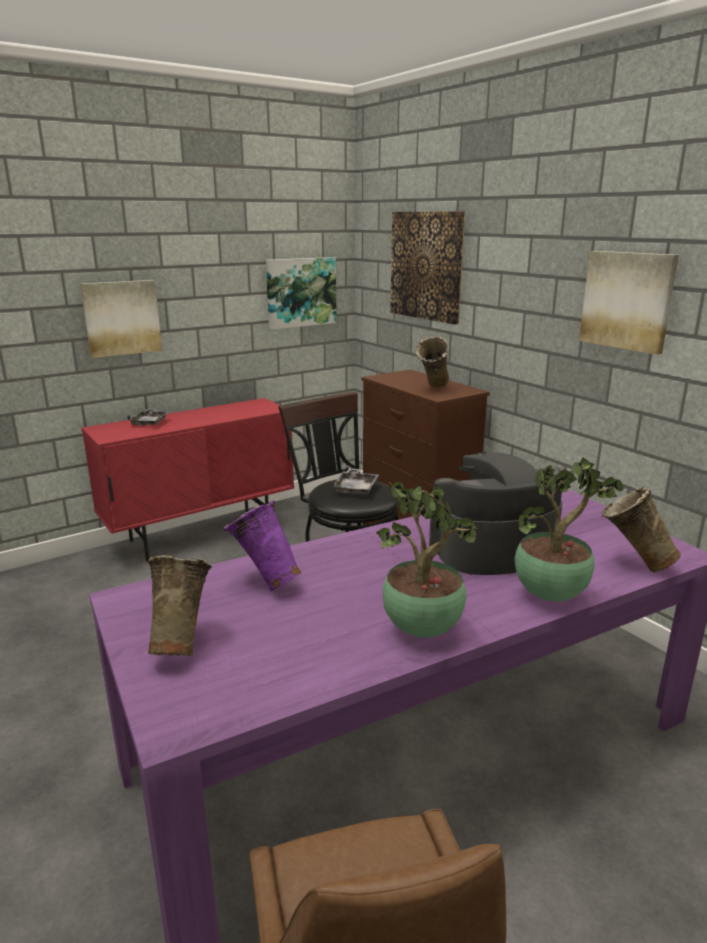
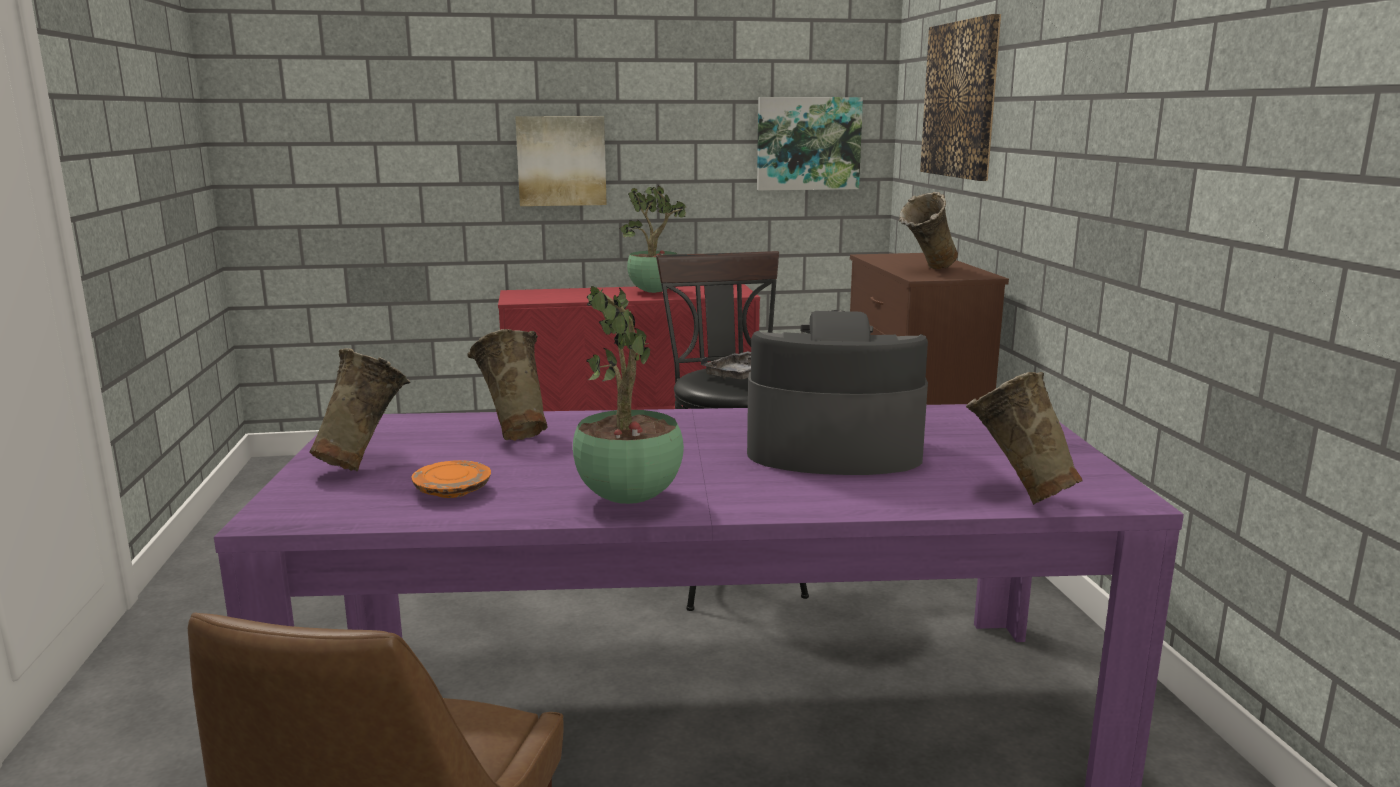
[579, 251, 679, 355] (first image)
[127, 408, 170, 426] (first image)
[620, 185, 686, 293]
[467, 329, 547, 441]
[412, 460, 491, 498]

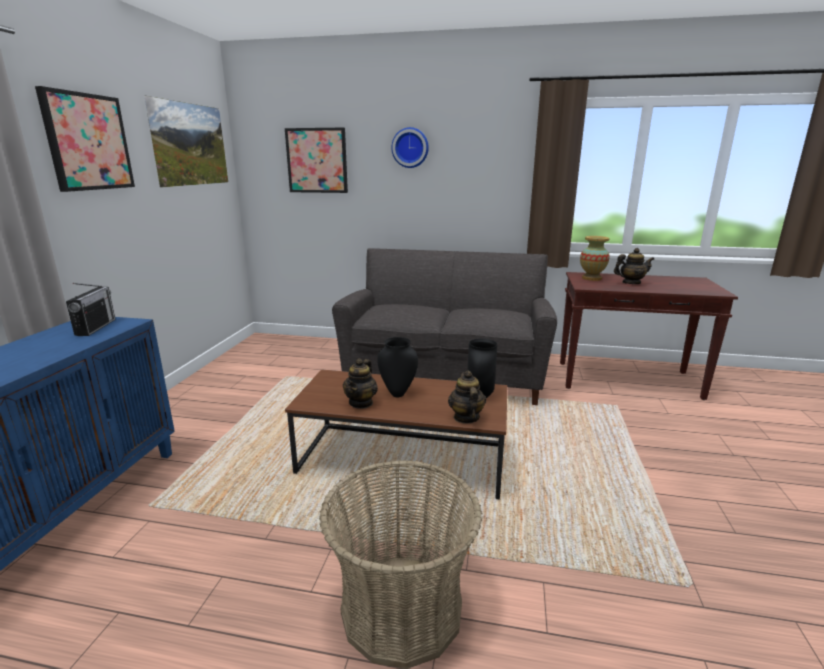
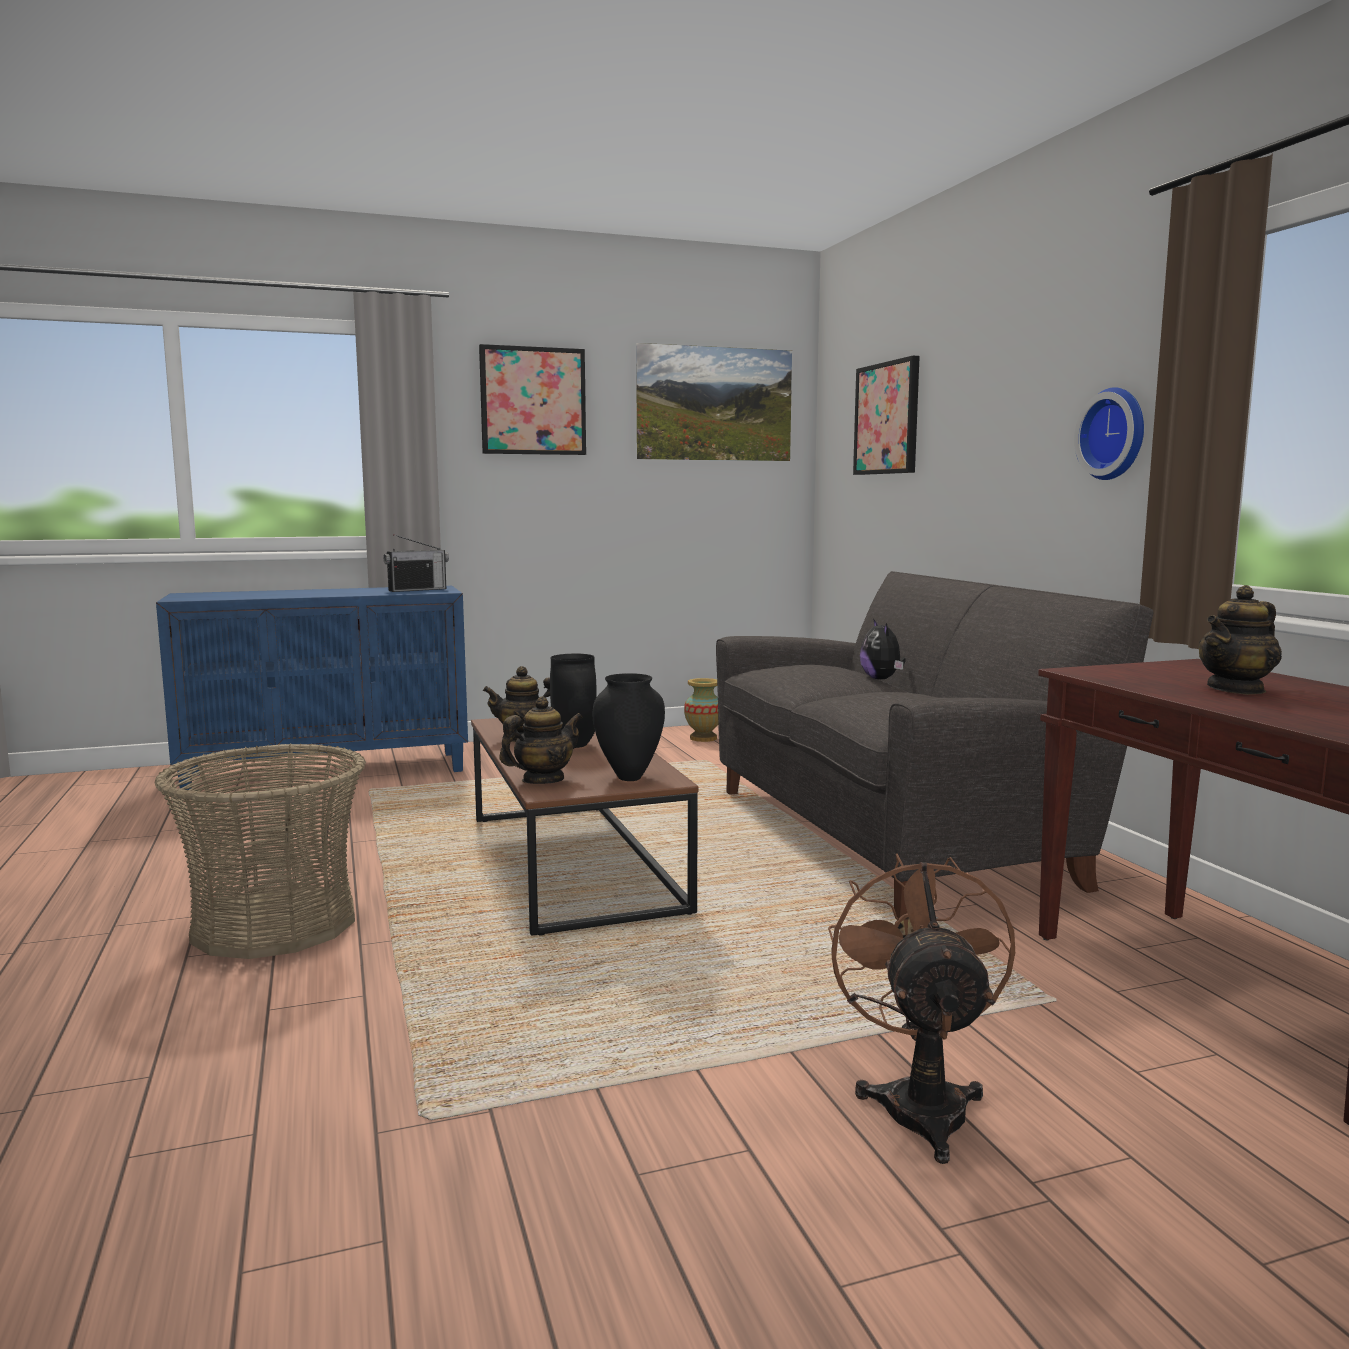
[1074, 387, 1144, 480]
[684, 678, 718, 742]
[1198, 585, 1282, 695]
[860, 620, 906, 679]
[828, 853, 1015, 1164]

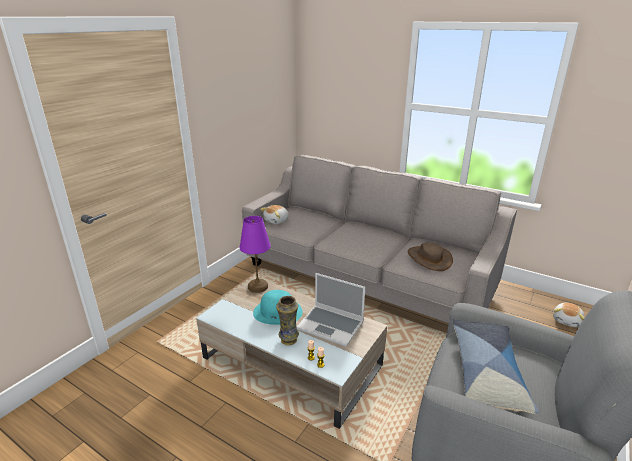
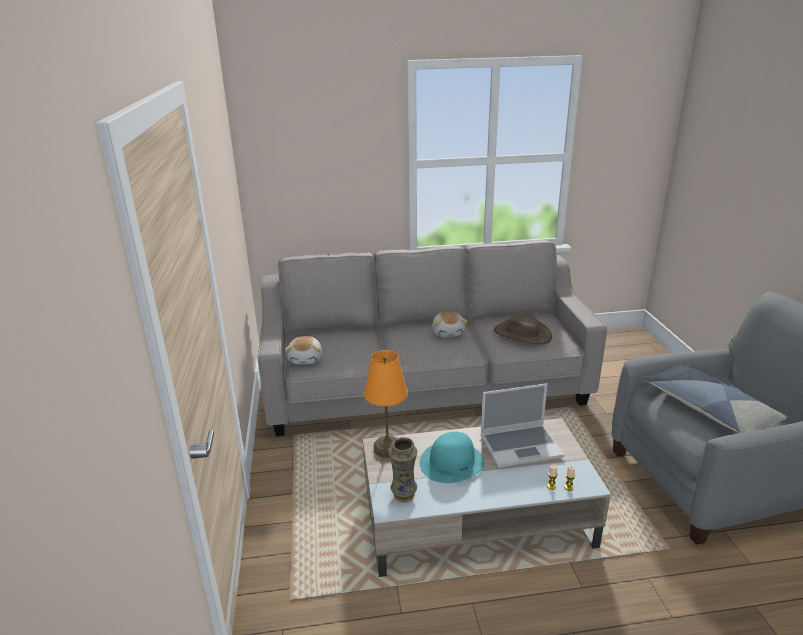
[364, 350, 408, 458]
[388, 437, 417, 502]
[432, 311, 467, 337]

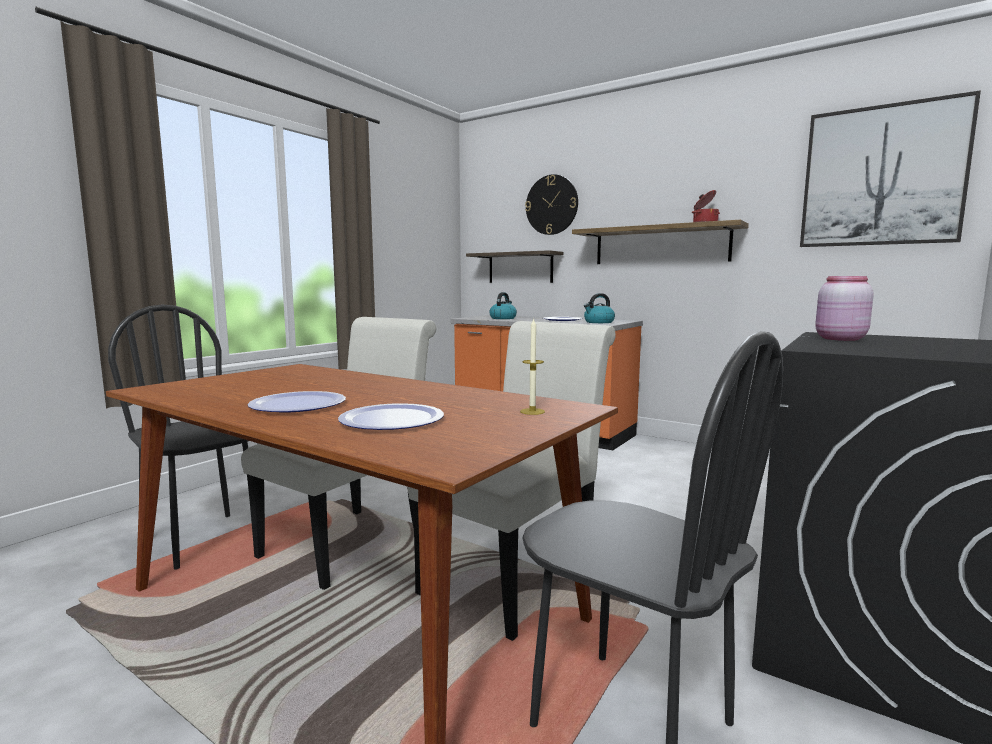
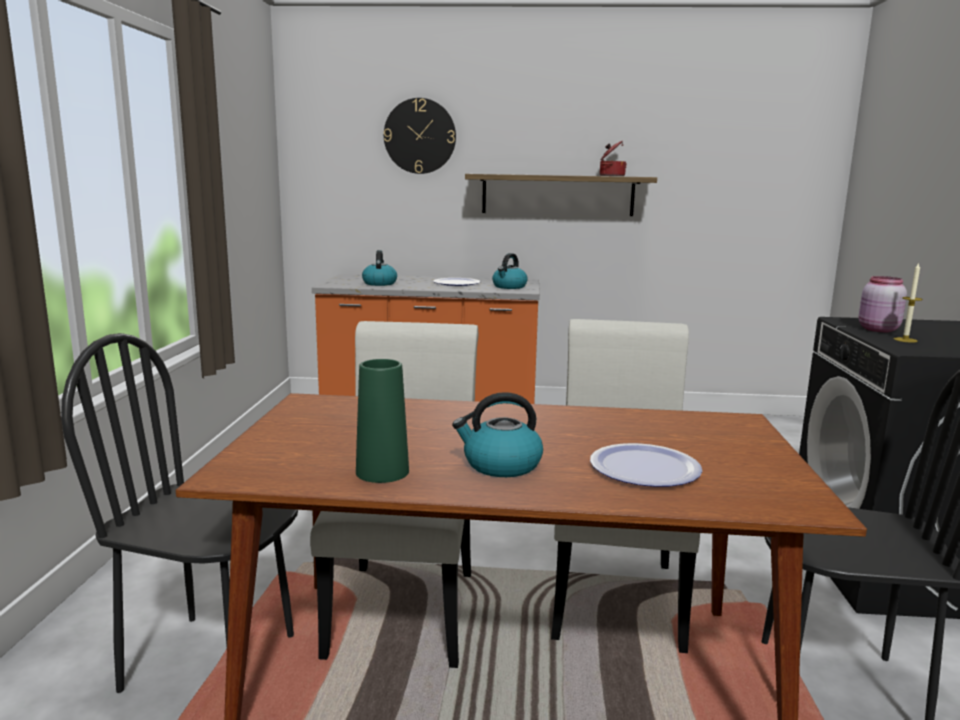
[800, 90, 981, 247] (first image)
[466, 250, 563, 283] (first image)
[894, 262, 923, 343]
[452, 392, 543, 477]
[356, 359, 409, 483]

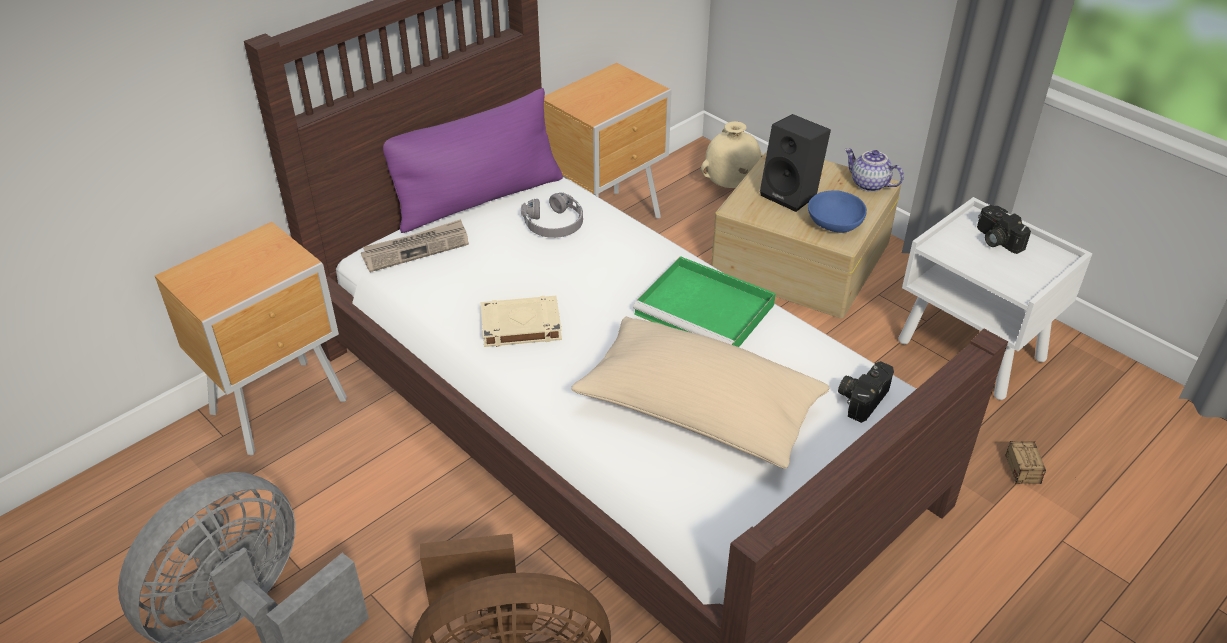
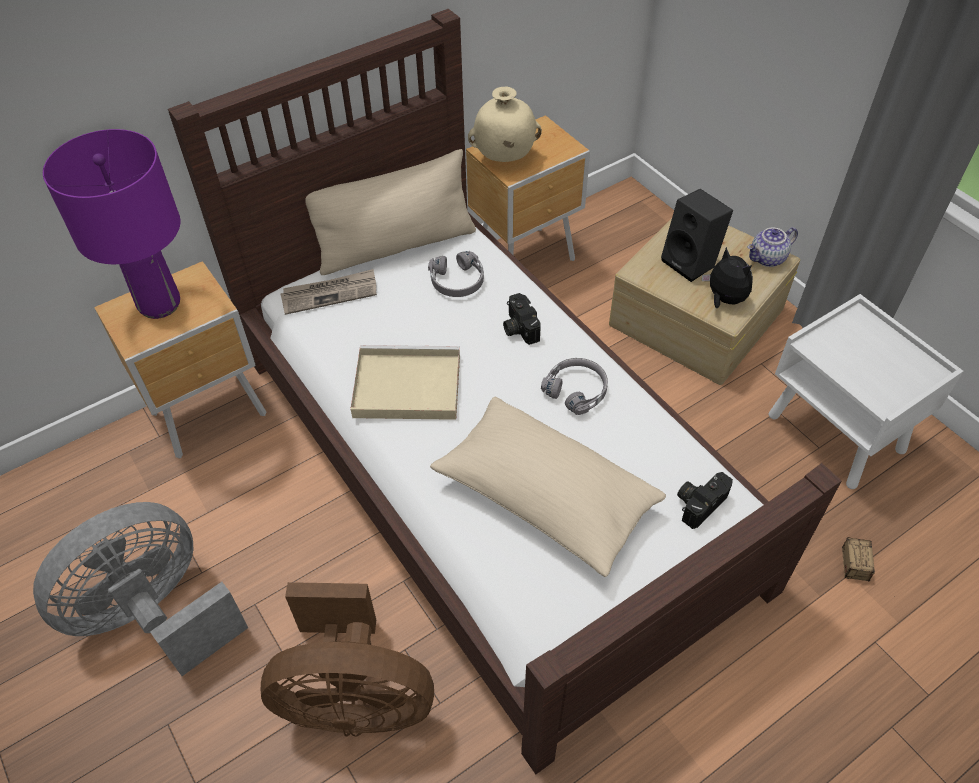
[305, 149, 476, 275]
[468, 87, 542, 162]
[747, 227, 798, 267]
[702, 247, 753, 308]
[503, 293, 541, 345]
[541, 358, 608, 415]
[350, 345, 460, 420]
[43, 129, 180, 319]

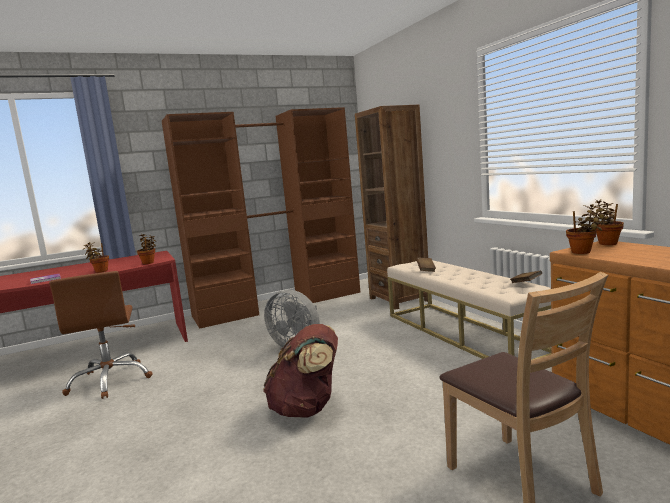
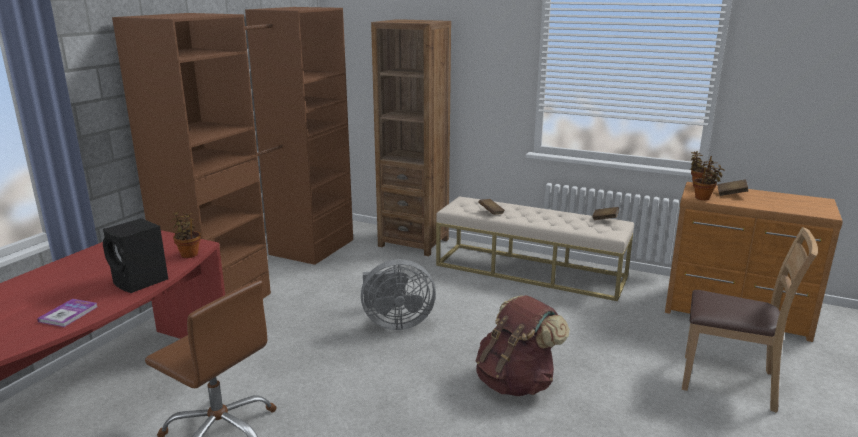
[103, 218, 168, 293]
[717, 179, 749, 196]

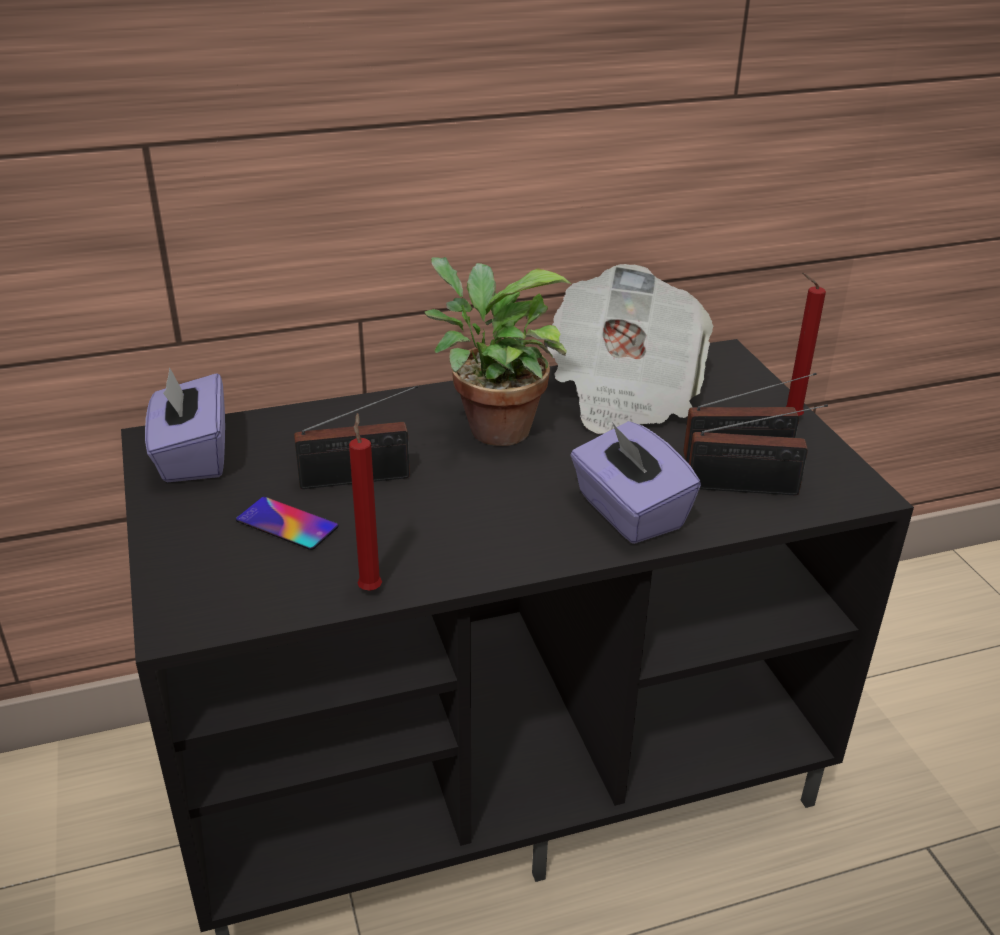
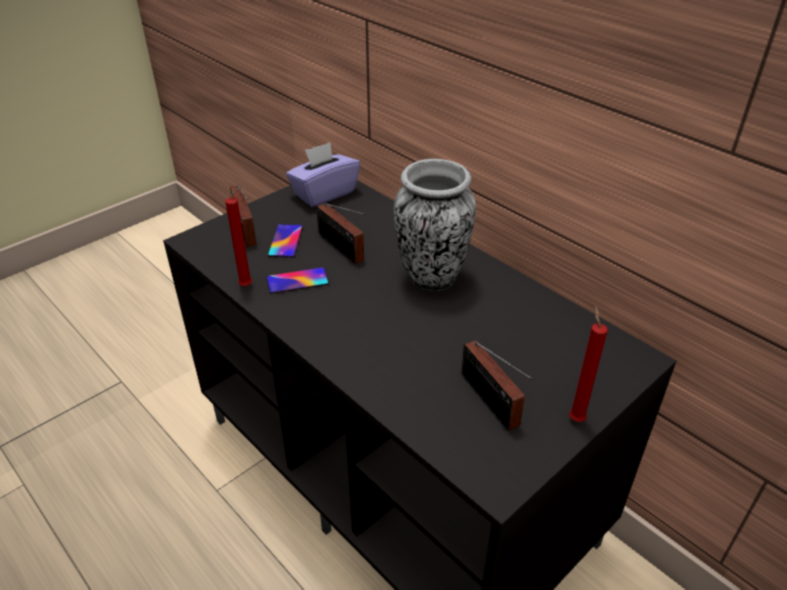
[394, 159, 476, 291]
[545, 264, 714, 434] (first image)
[230, 185, 257, 247]
[570, 421, 701, 544] (first image)
[266, 267, 329, 294]

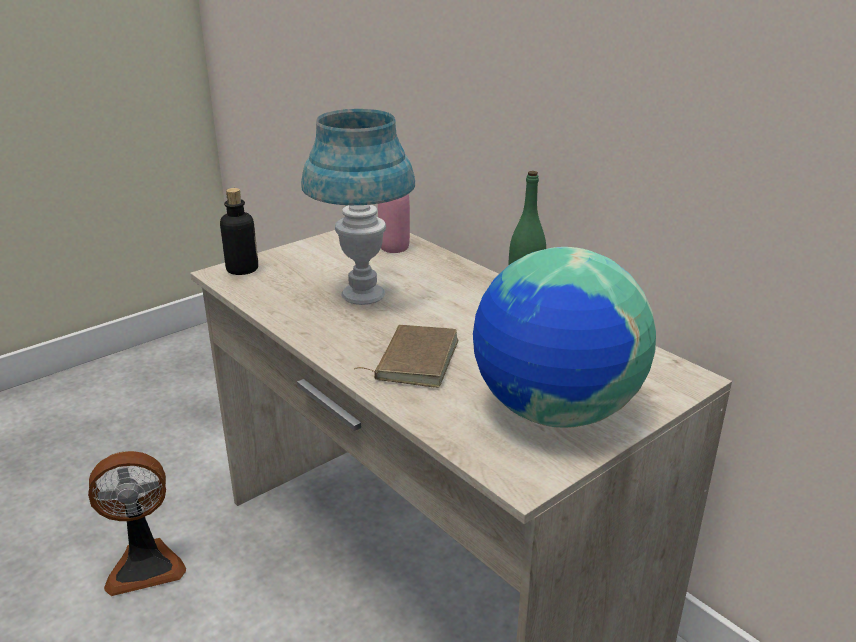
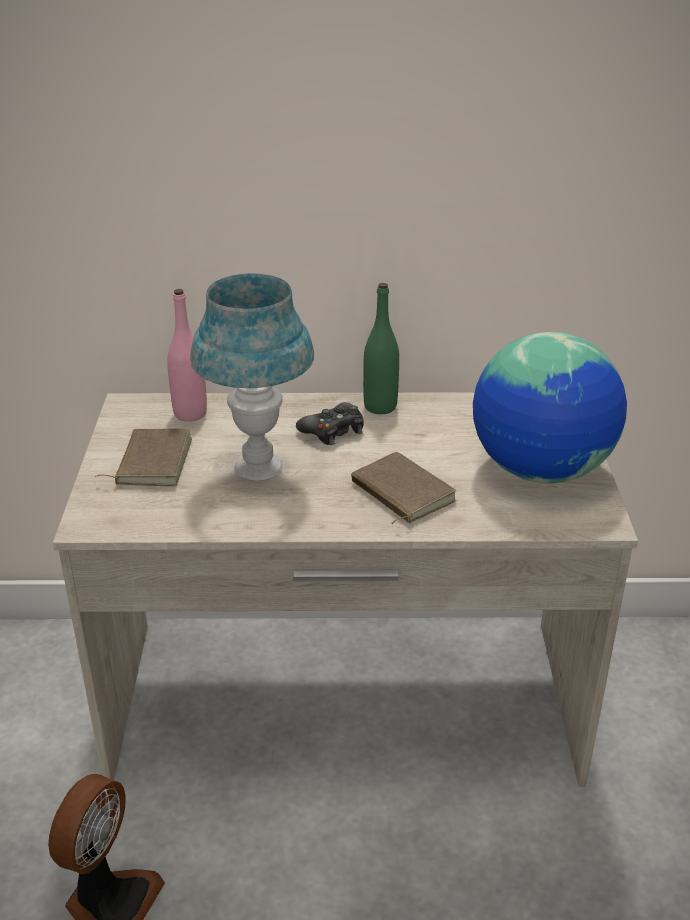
[220, 188, 258, 275] (first image)
[296, 402, 364, 445]
[95, 428, 192, 487]

